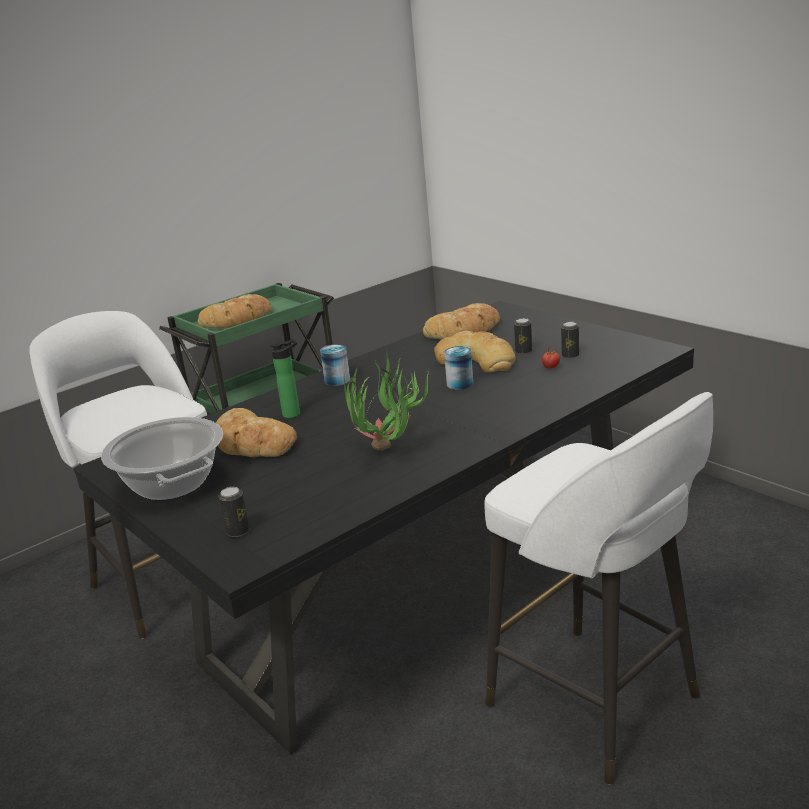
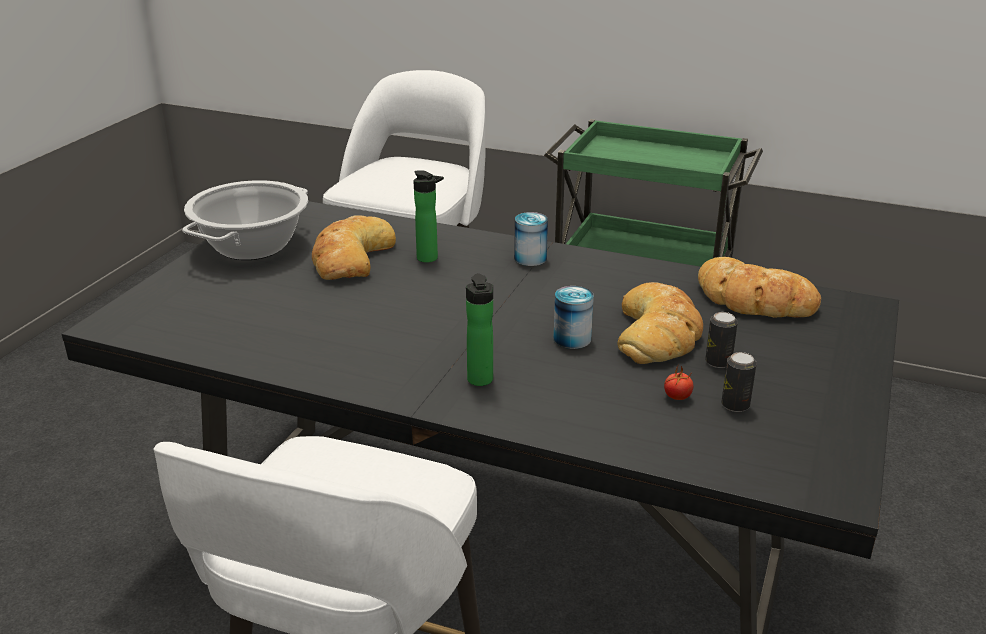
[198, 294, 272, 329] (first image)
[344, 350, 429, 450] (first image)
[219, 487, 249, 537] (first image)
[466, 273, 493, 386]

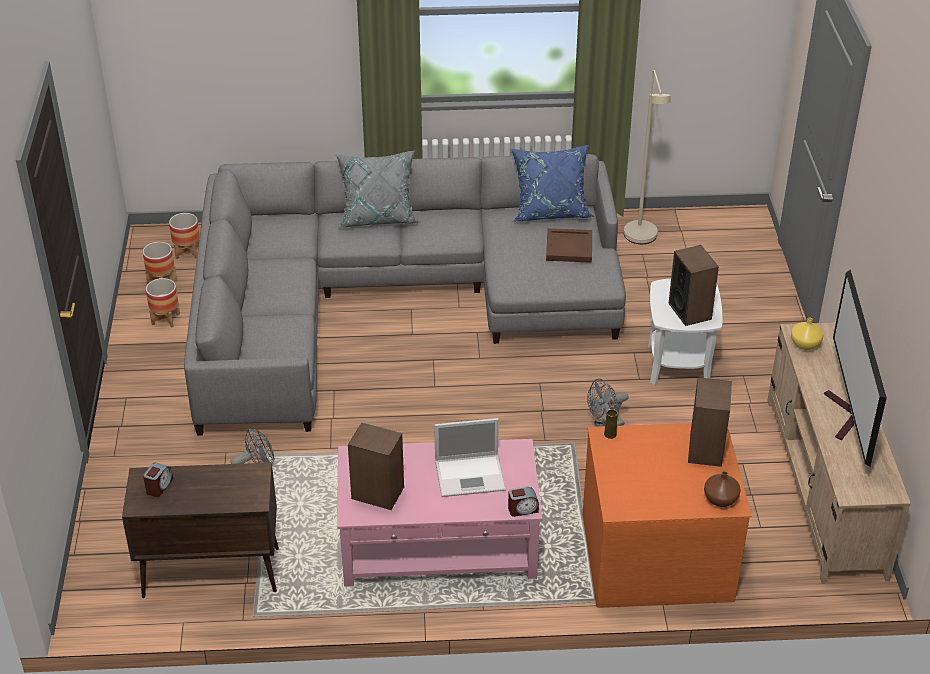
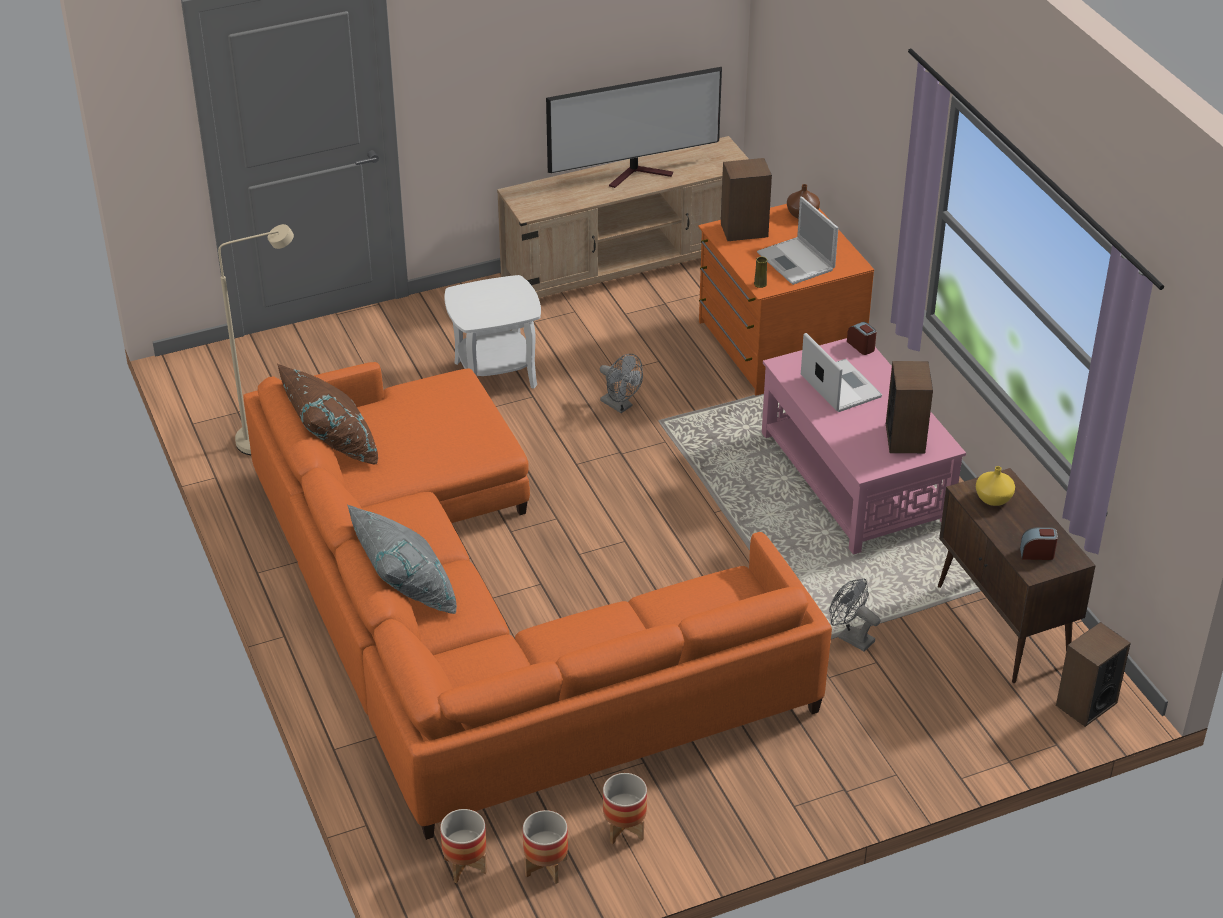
[277, 364, 378, 464]
[243, 362, 832, 840]
[546, 228, 592, 263] (first image)
[1056, 622, 1131, 727]
[976, 466, 1015, 506]
[757, 197, 838, 285]

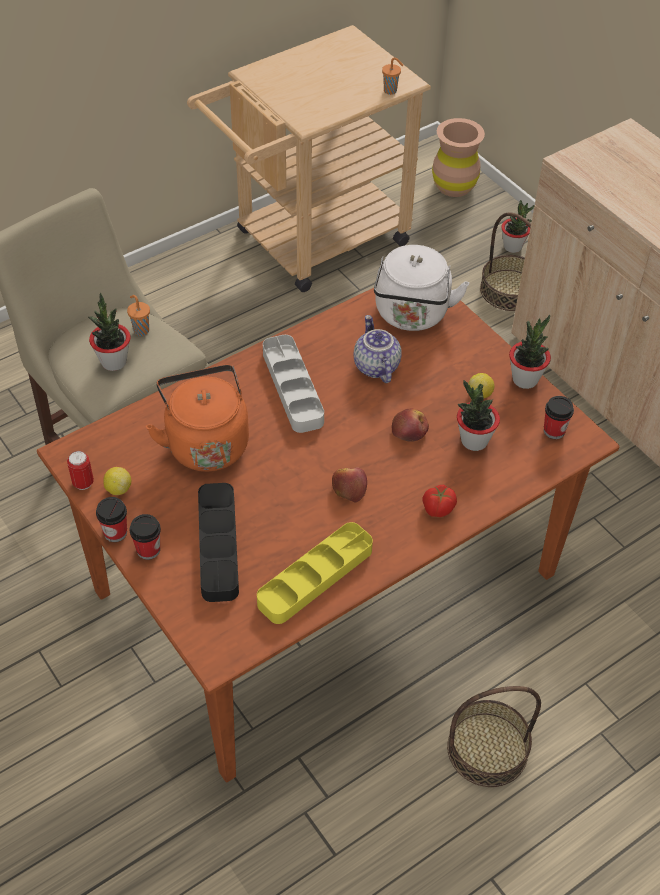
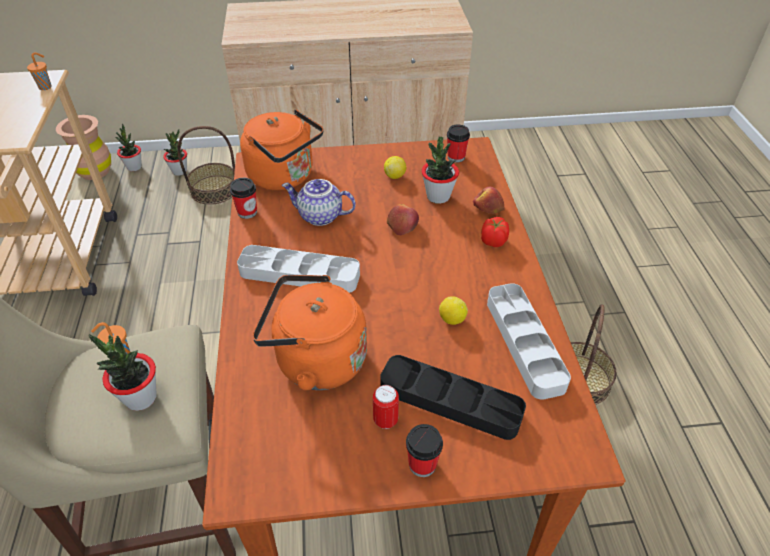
[240, 109, 324, 190]
[115, 124, 142, 171]
[373, 385, 399, 429]
[439, 296, 468, 325]
[473, 187, 505, 214]
[230, 178, 257, 219]
[487, 283, 571, 400]

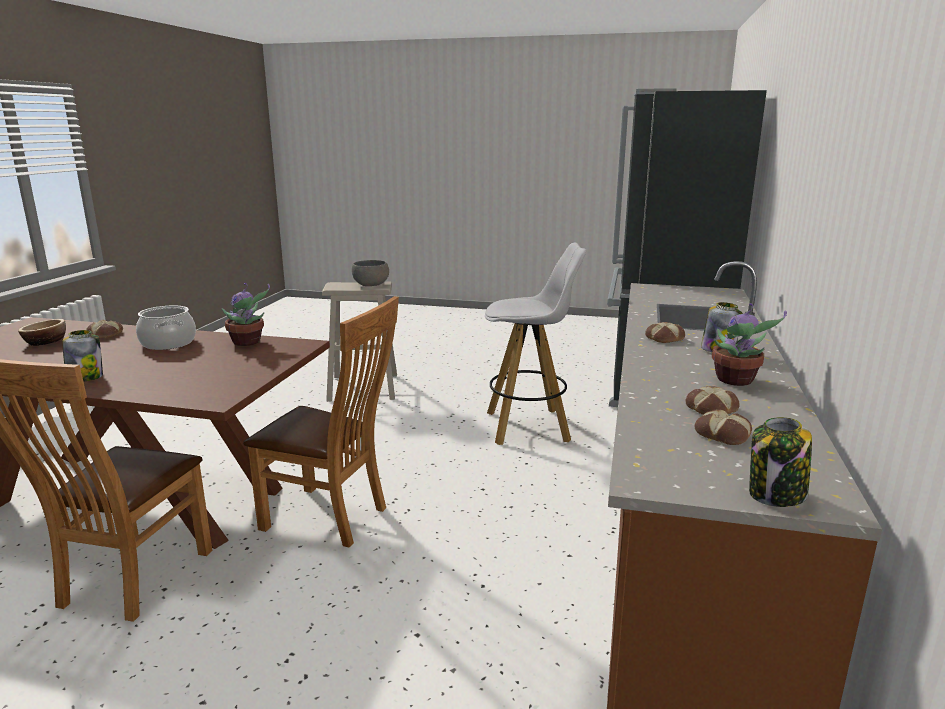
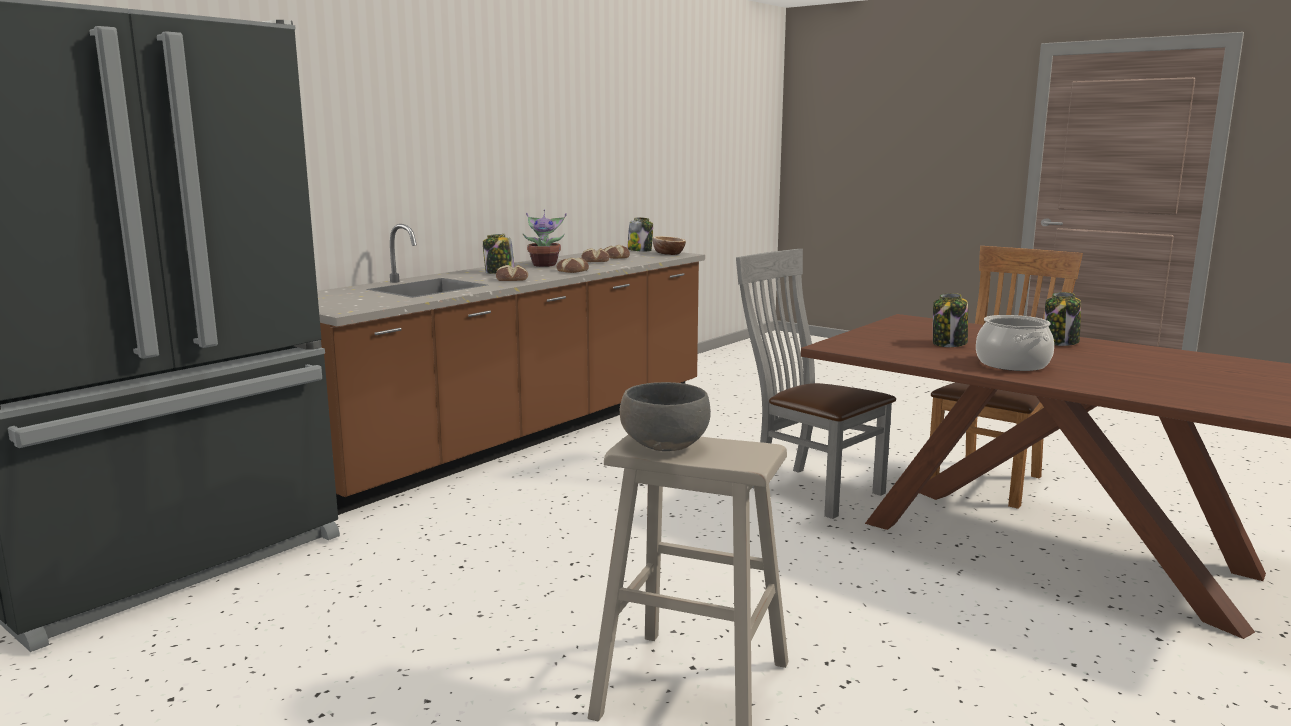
[485, 242, 586, 445] (first image)
[222, 283, 270, 346] (first image)
[736, 249, 896, 519]
[653, 236, 686, 255]
[556, 258, 589, 273]
[933, 293, 968, 347]

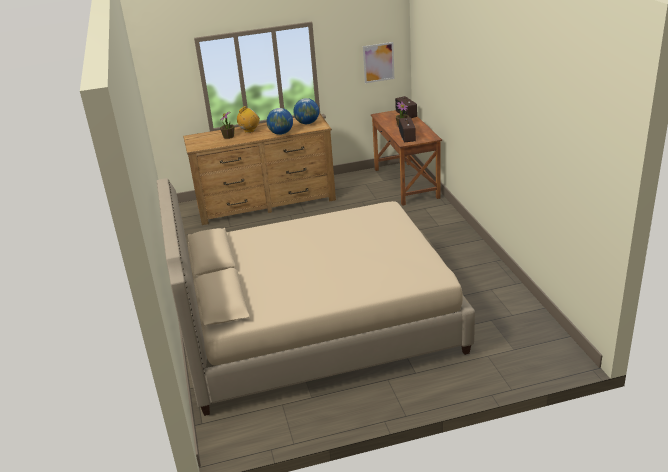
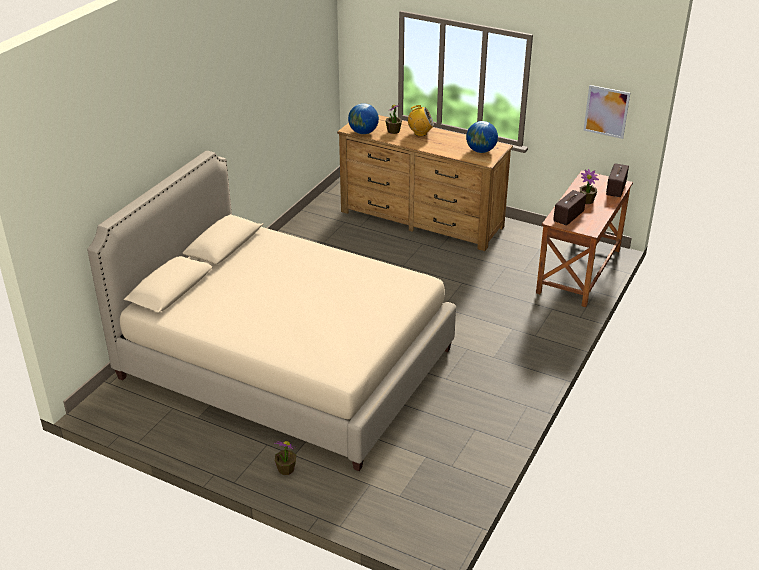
[348, 103, 379, 134]
[275, 441, 296, 475]

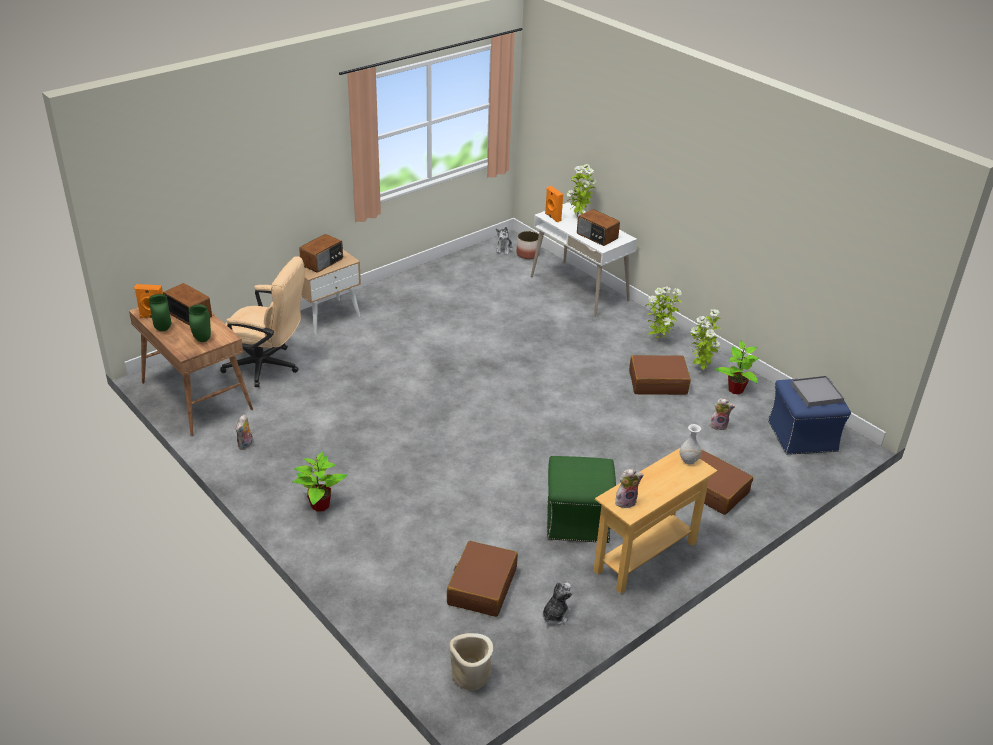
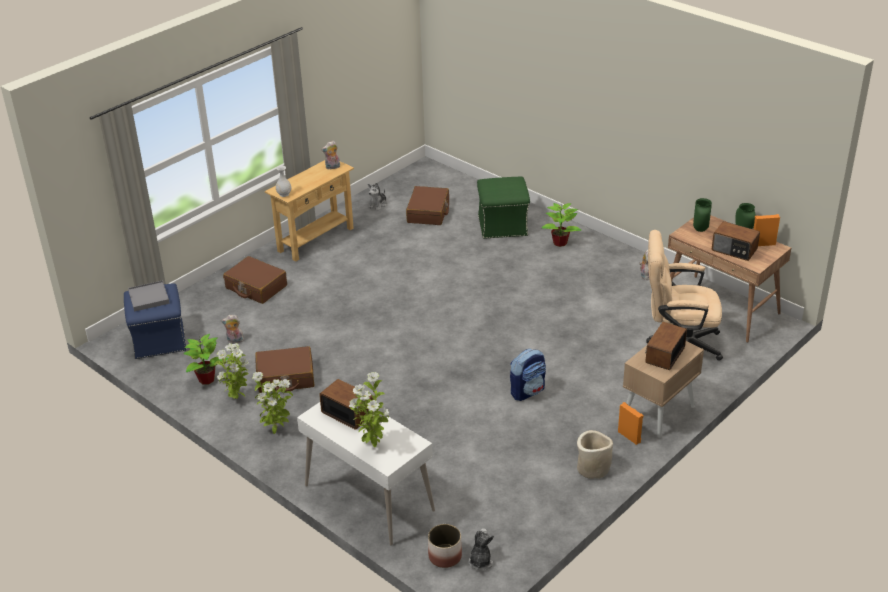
[618, 402, 643, 445]
[477, 177, 530, 239]
[577, 430, 613, 479]
[510, 349, 546, 401]

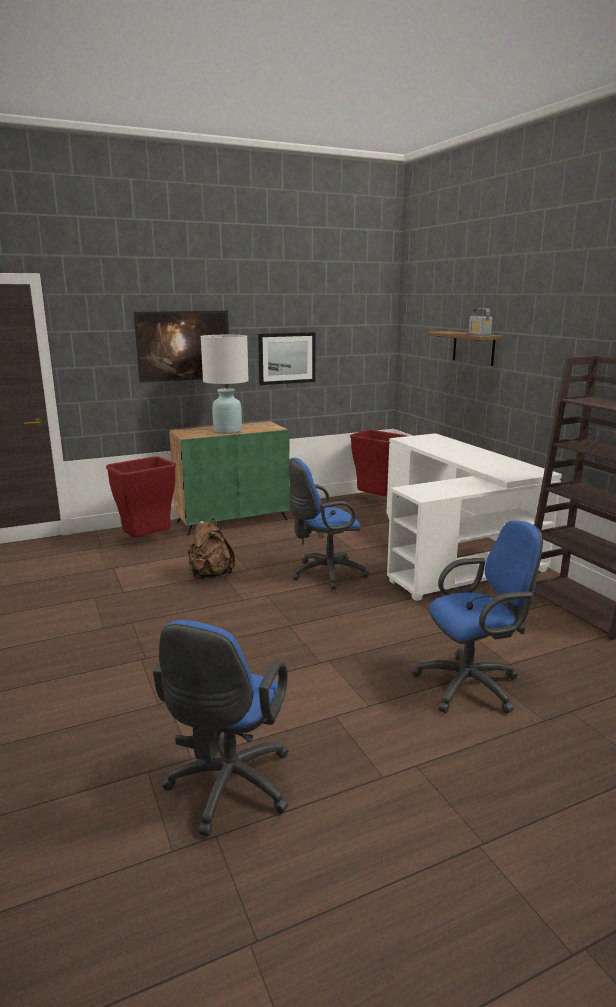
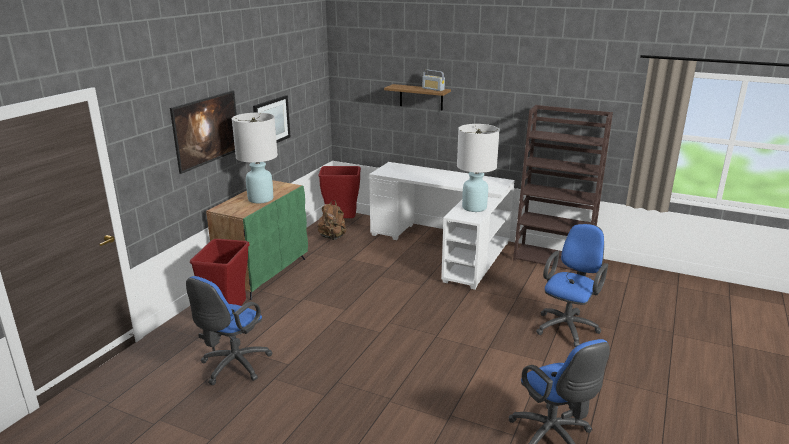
[186, 276, 273, 385]
[317, 200, 347, 240]
[457, 124, 500, 212]

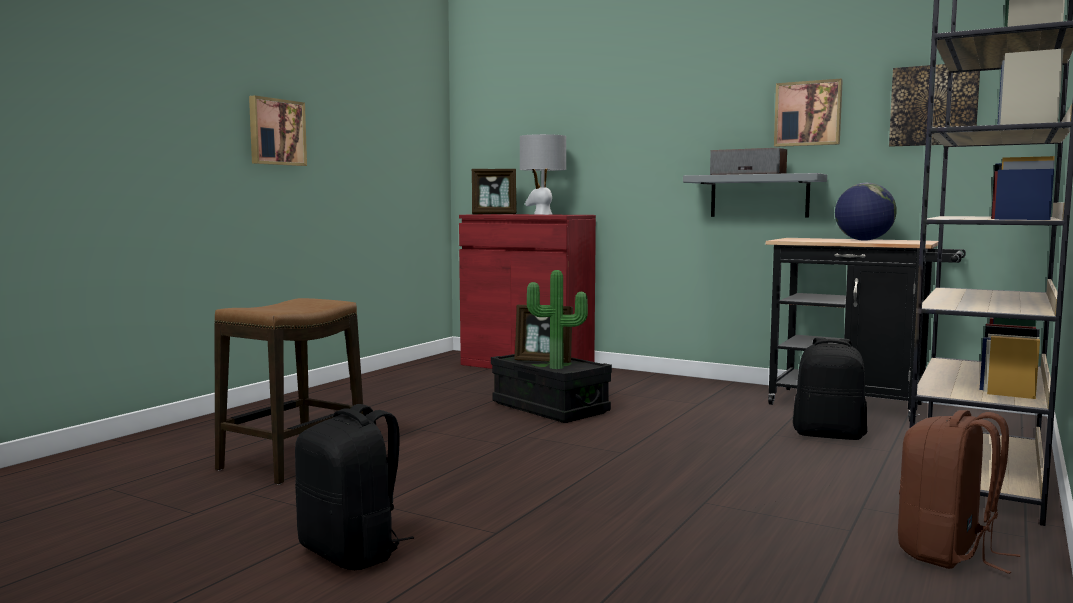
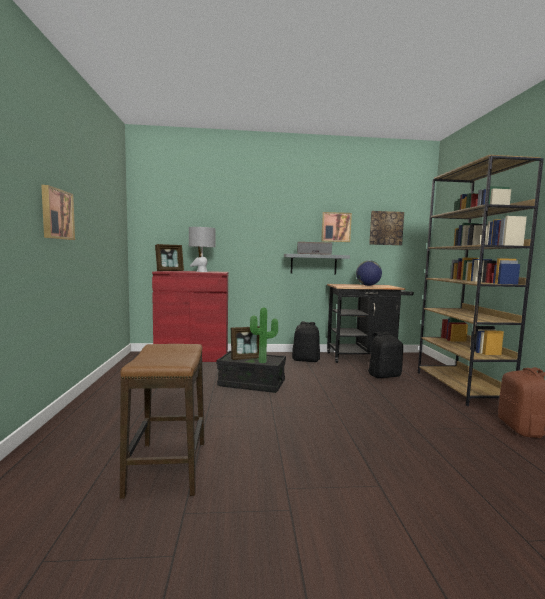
[292, 321, 320, 362]

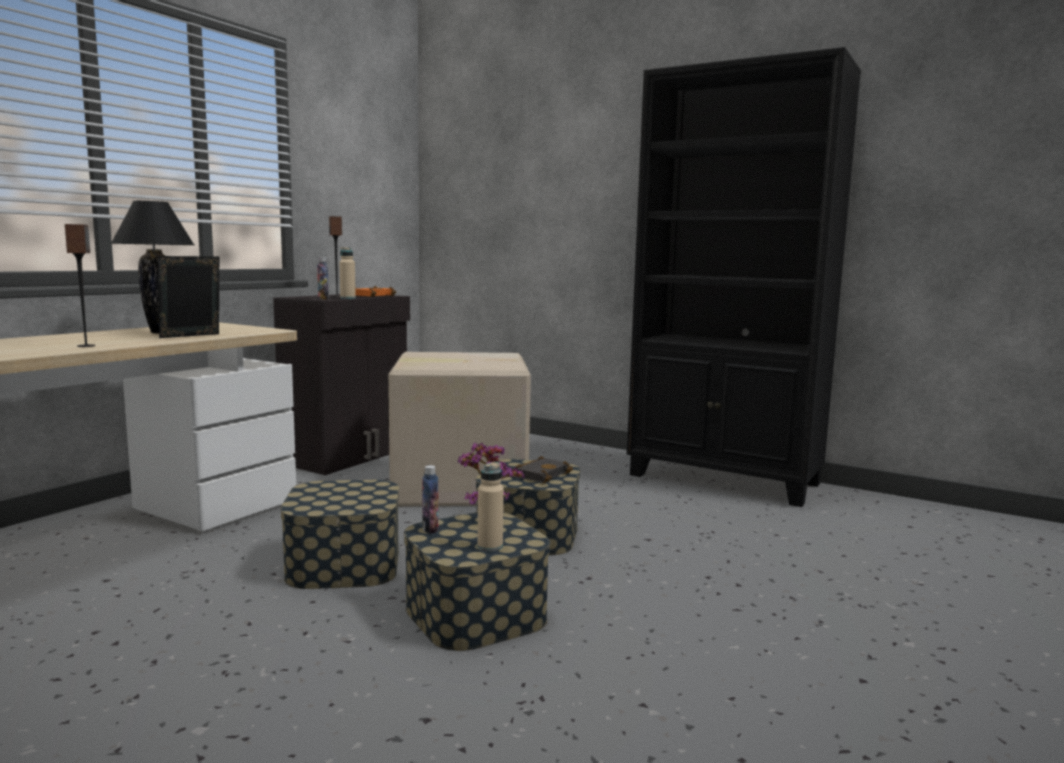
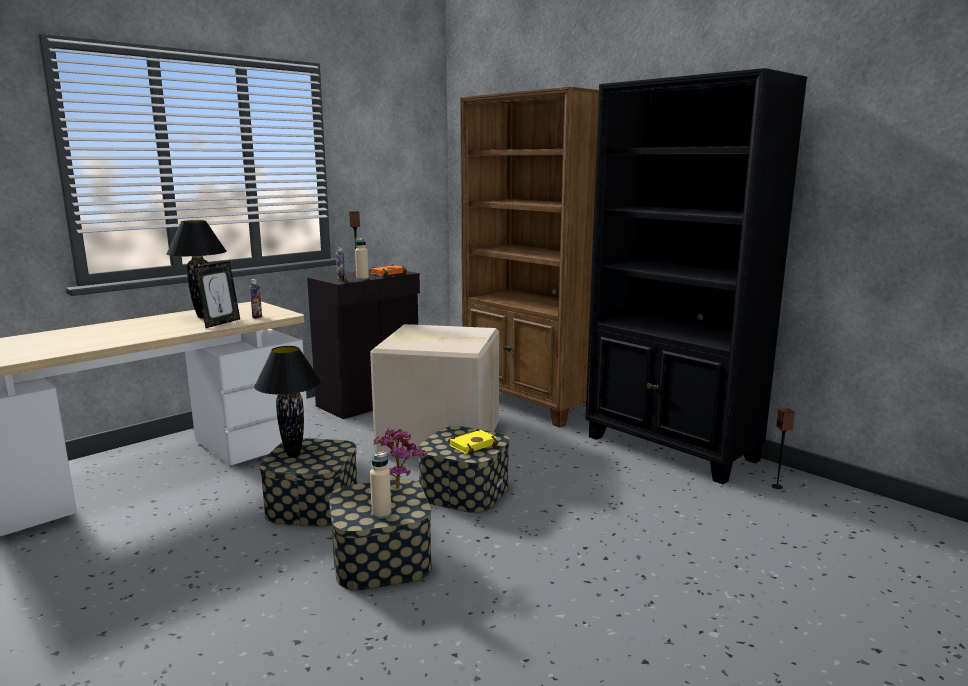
[772, 409, 795, 489]
[194, 261, 240, 328]
[448, 429, 499, 454]
[250, 279, 262, 319]
[460, 87, 599, 427]
[254, 346, 321, 457]

